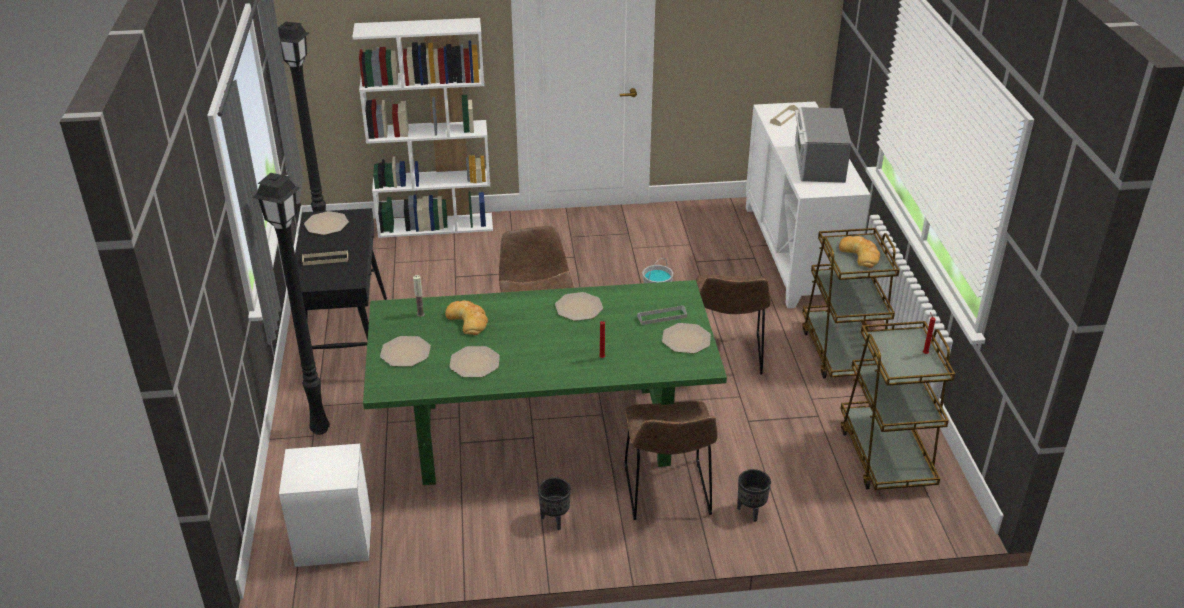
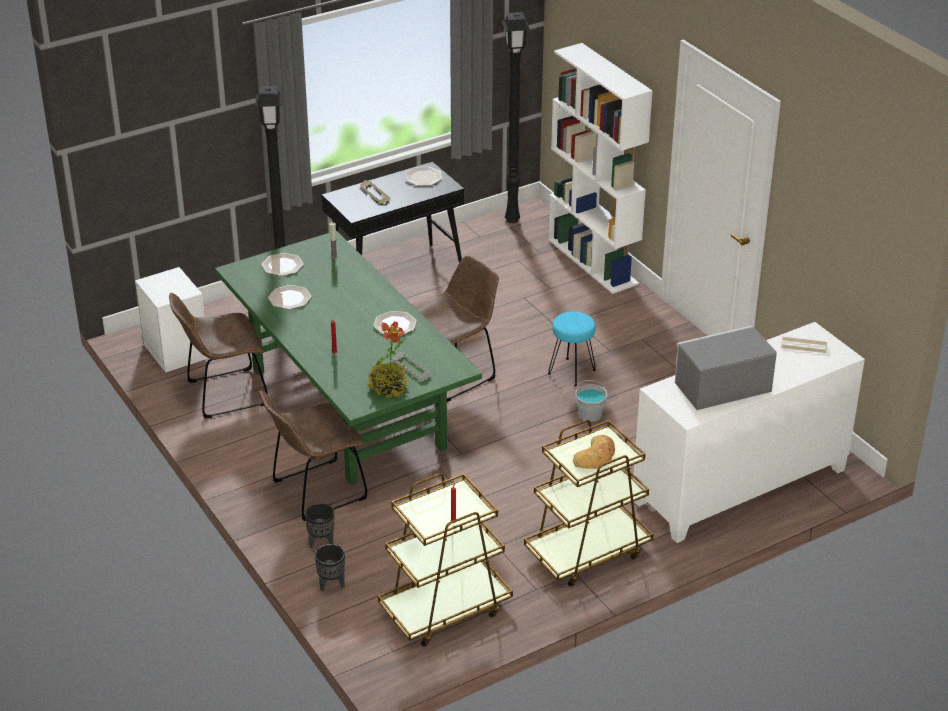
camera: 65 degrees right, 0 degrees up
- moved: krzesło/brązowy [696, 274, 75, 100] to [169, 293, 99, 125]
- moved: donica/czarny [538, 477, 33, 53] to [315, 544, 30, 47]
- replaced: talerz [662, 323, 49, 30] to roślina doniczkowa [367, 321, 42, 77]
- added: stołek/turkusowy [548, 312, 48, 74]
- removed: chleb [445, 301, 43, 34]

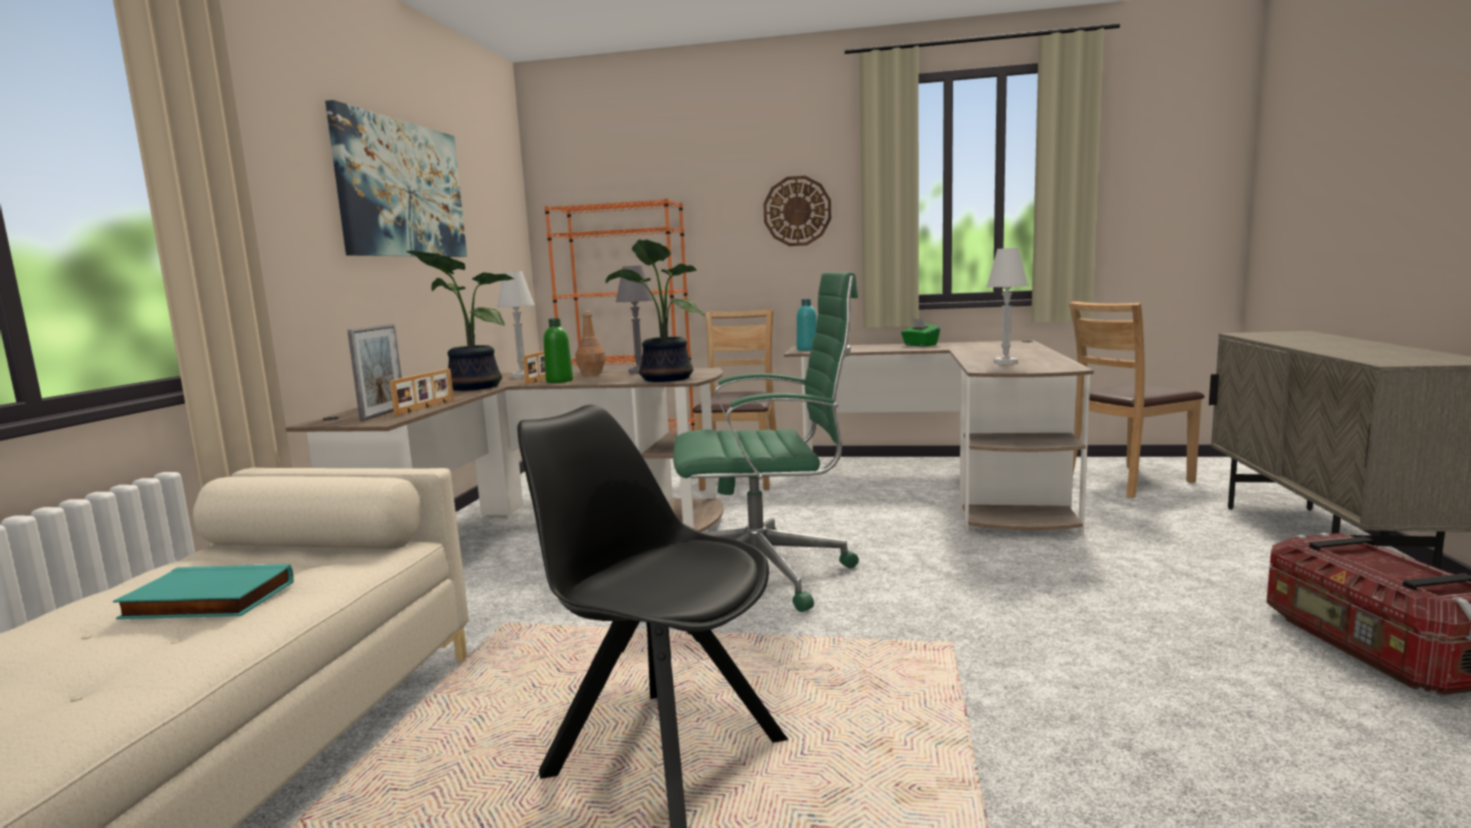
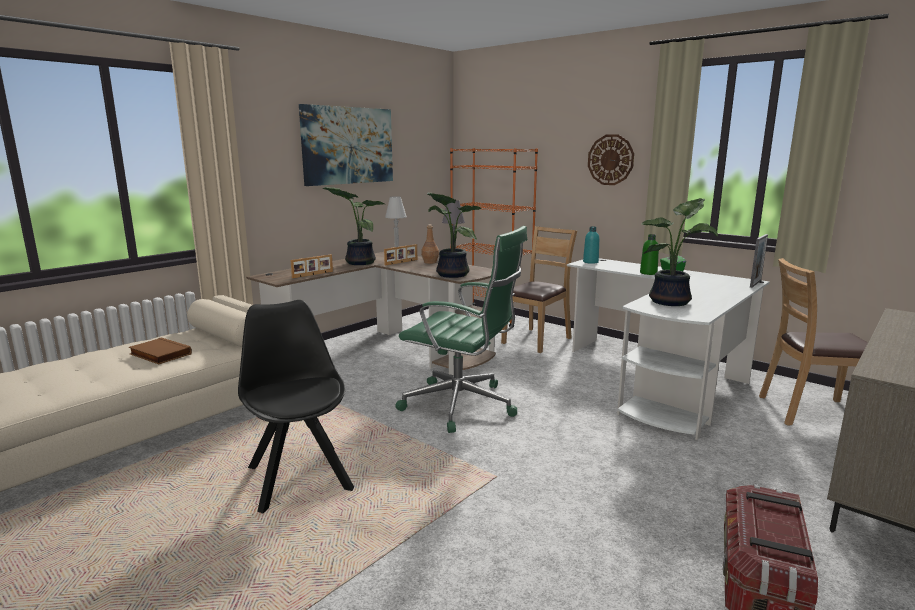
camera: 30 degrees right, 5 degrees up
- recoloured: książka/turkusowy [113, 564, 181, 55] to książka/brązowy [129, 338, 63, 26]
- recoloured: biurko/brązowy [784, 340, 310, 194] to biurko/biały [567, 258, 202, 182]
- moved: butelka/zielony [544, 318, 29, 65] to [640, 234, 19, 41]
- replaced: lampa stołowa/biały [986, 248, 43, 117] to roślina doniczkowa [641, 198, 77, 108]
- moved: ramka na zdjęcie [347, 324, 55, 97] to [750, 234, 18, 54]

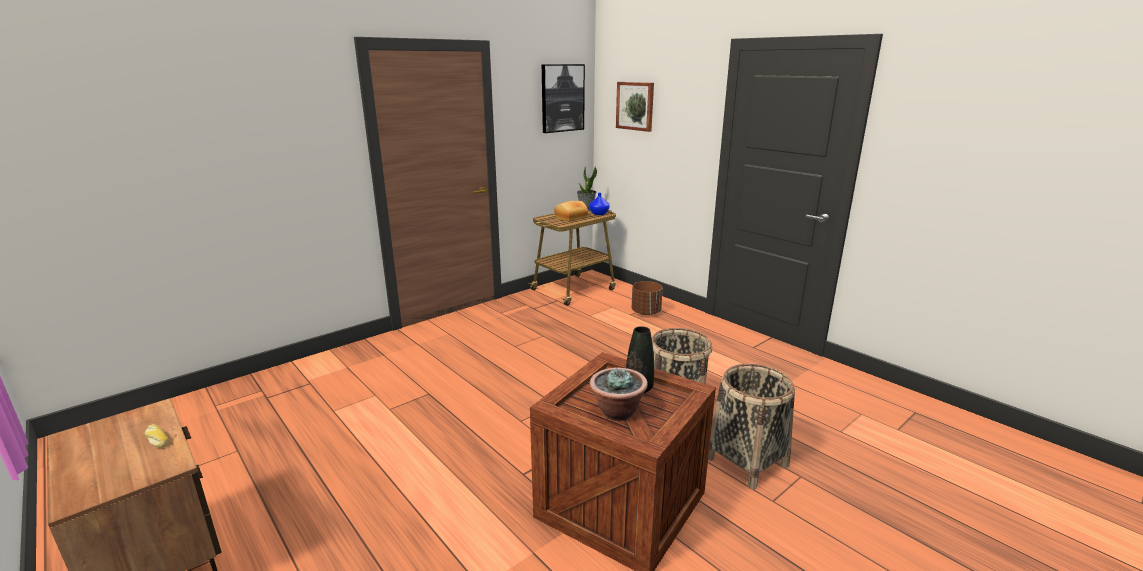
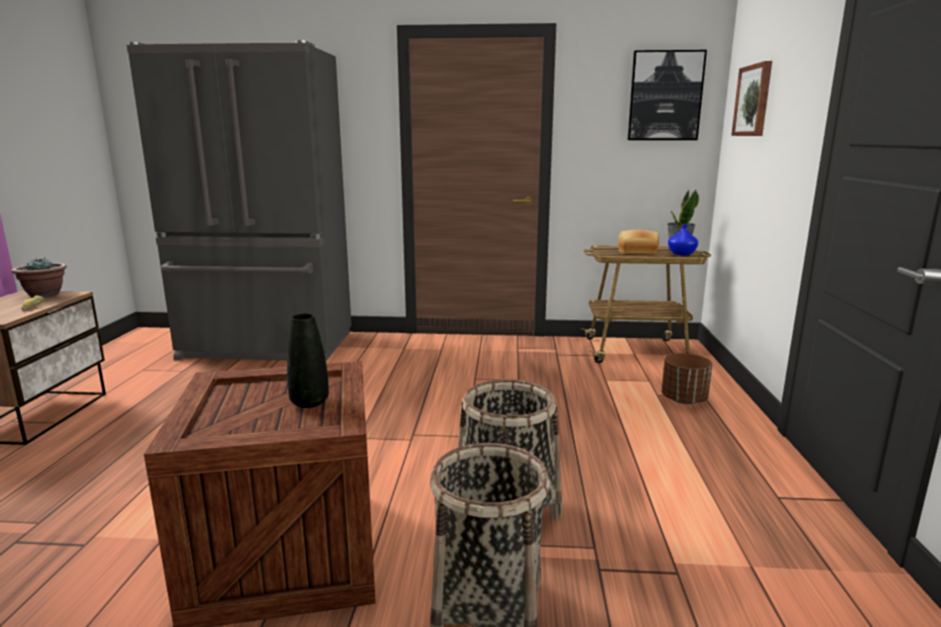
camera: 45 degrees right, 5 degrees down
- moved: roślina doniczkowa [590, 368, 58, 53] to [11, 258, 56, 39]
- added: lodówka/szary [127, 40, 225, 321]

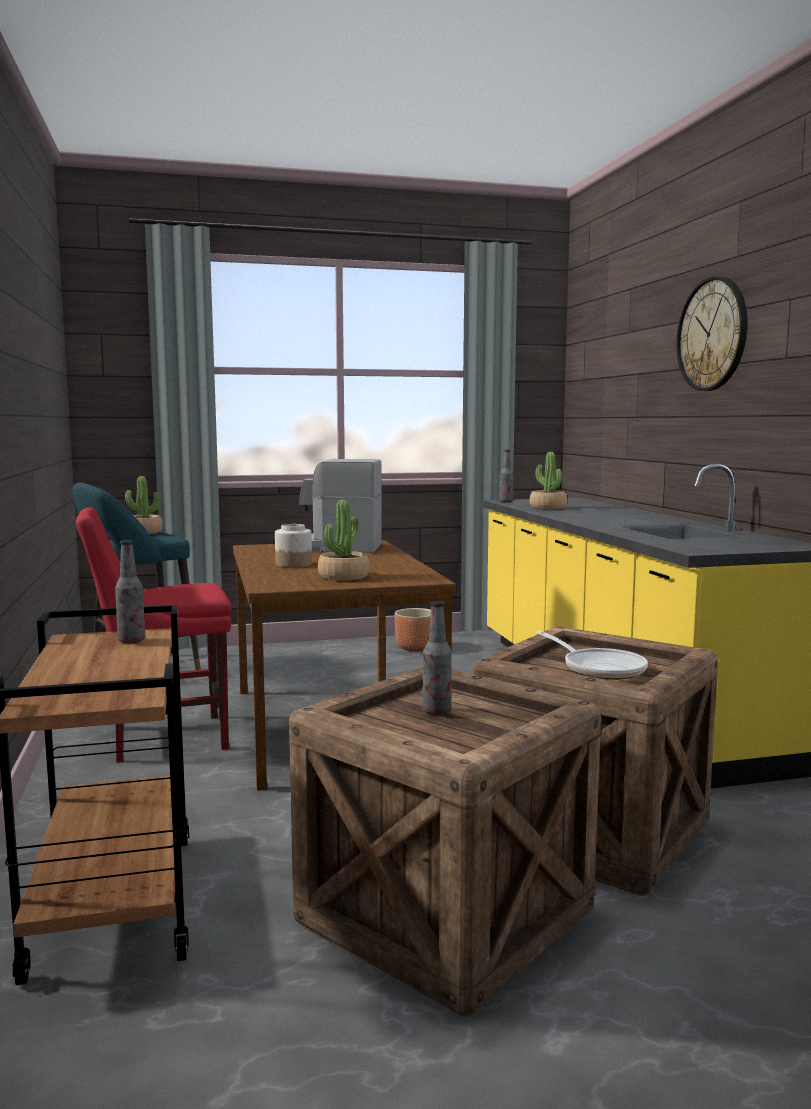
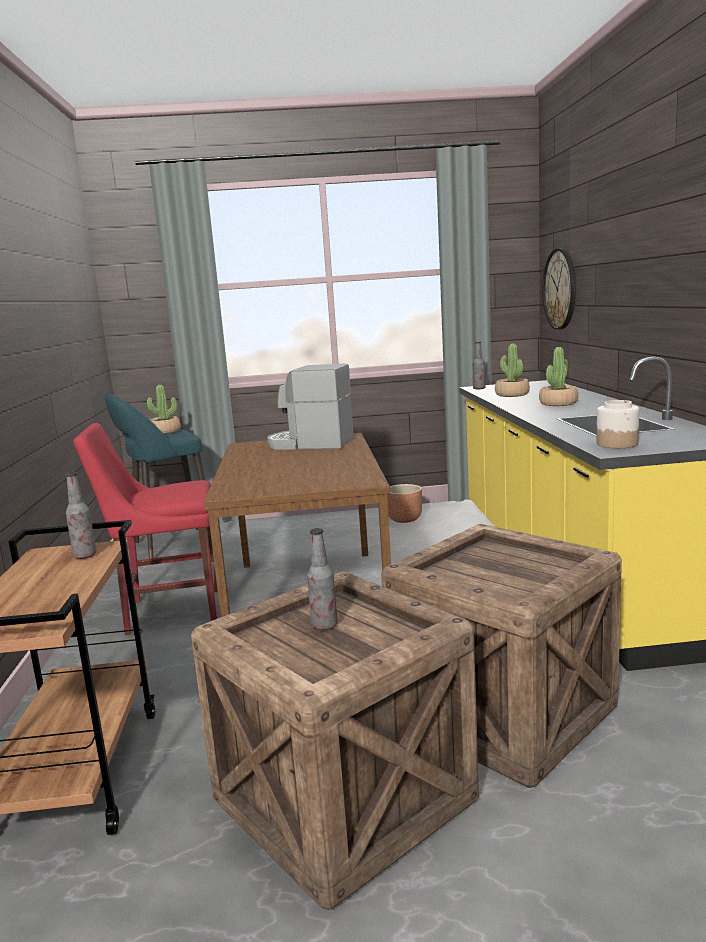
camera: 10 degrees right, 5 degrees up
- moved: roślina doniczkowa [318, 500, 52, 81] to [539, 347, 39, 59]
- moved: zegar ścienny [676, 276, 72, 115] to [542, 248, 34, 82]
- moved: słoik [275, 524, 37, 44] to [597, 400, 42, 48]
- removed: patelnia [536, 631, 112, 49]

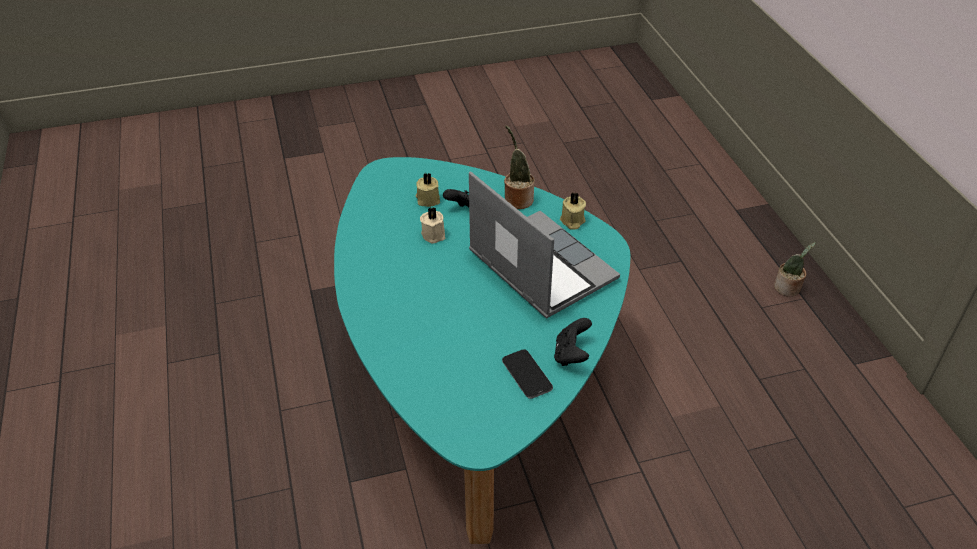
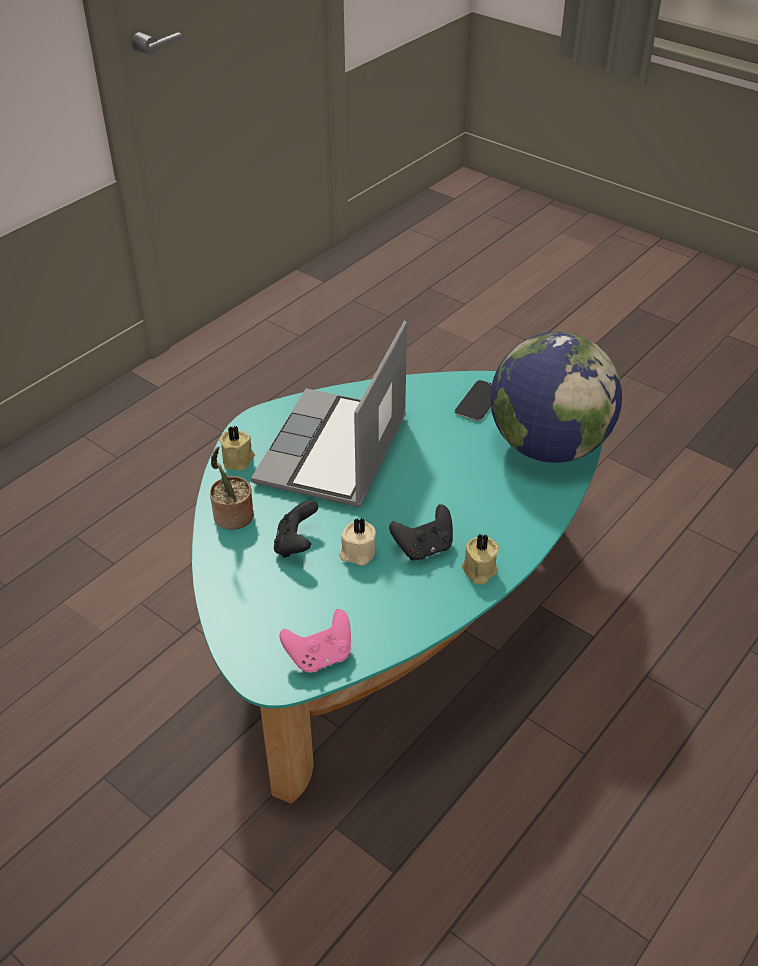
camera: 125 degrees left, 0 degrees up
- added: pad do gier/różowy [279, 609, 72, 63]
- moved: pad do gier/czarny [554, 318, 38, 48] to [389, 504, 64, 56]
- moved: świeca/beżowy [415, 173, 25, 34] to [462, 533, 37, 52]
- added: globus [490, 332, 132, 131]
- removed: roślina doniczkowa [774, 242, 42, 55]

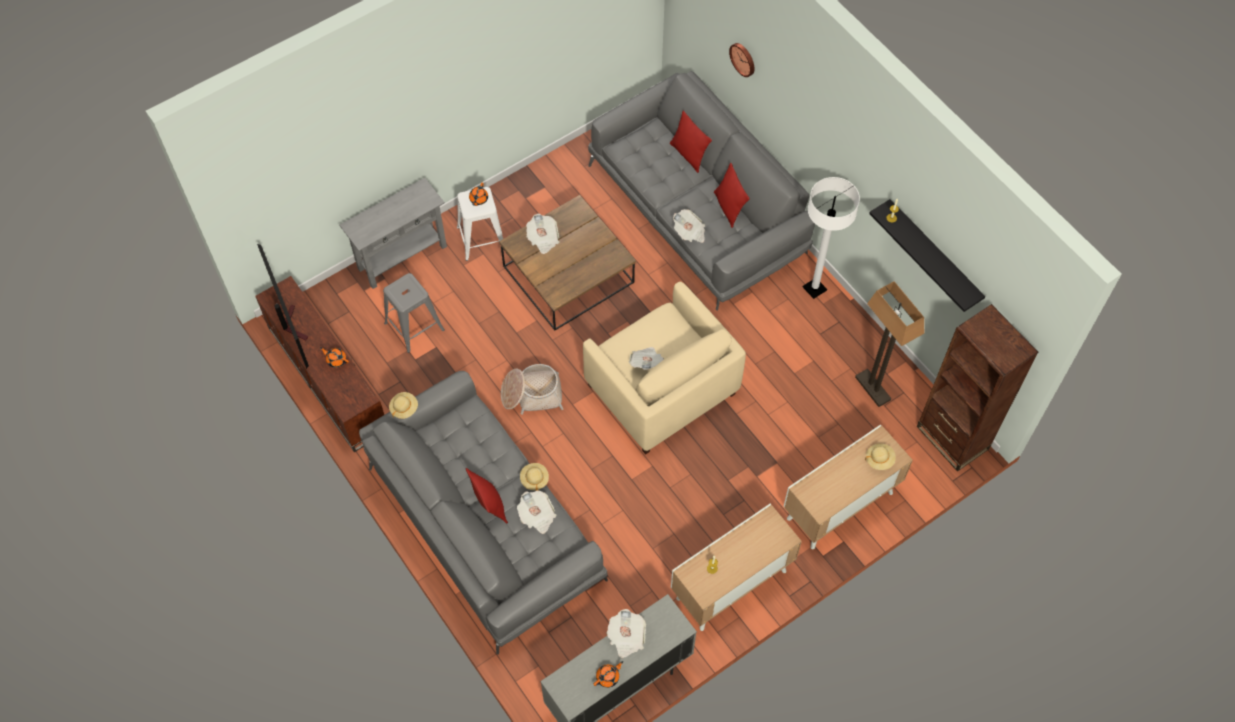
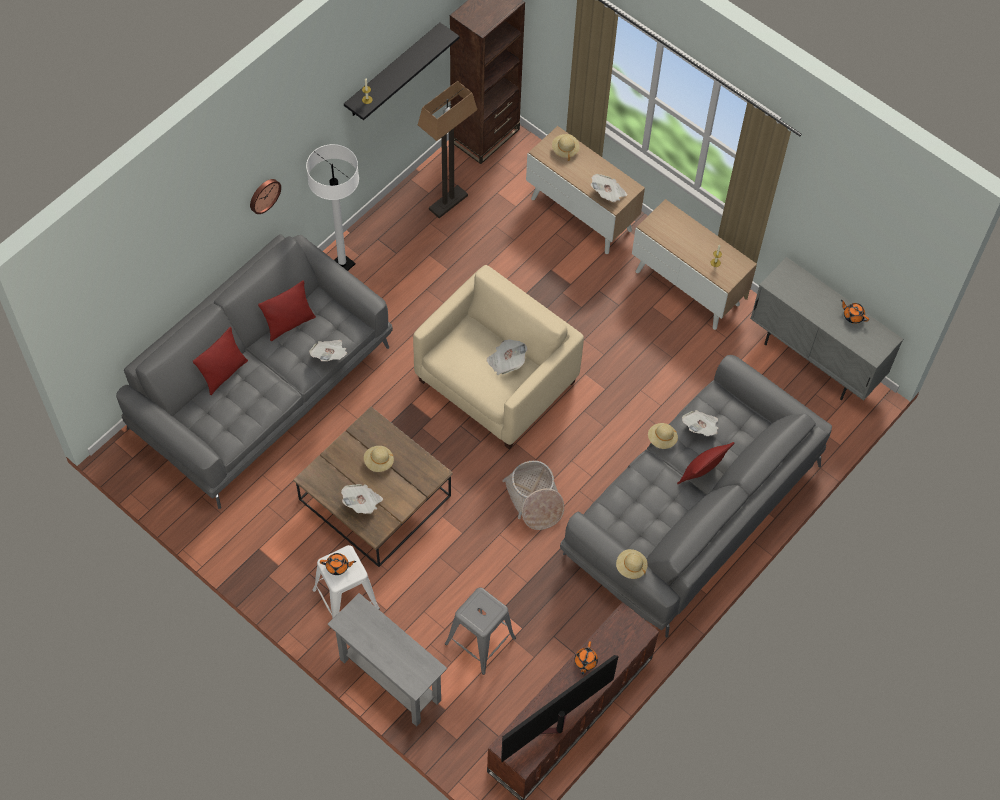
camera: 105 degrees left, 0 degrees up
- moved: zegar ścienny [729, 43, 25, 34] to [250, 179, 31, 35]
- added: kapelusz/beżowy [364, 446, 30, 26]
- moved: gazeta [607, 609, 39, 49] to [590, 174, 37, 28]

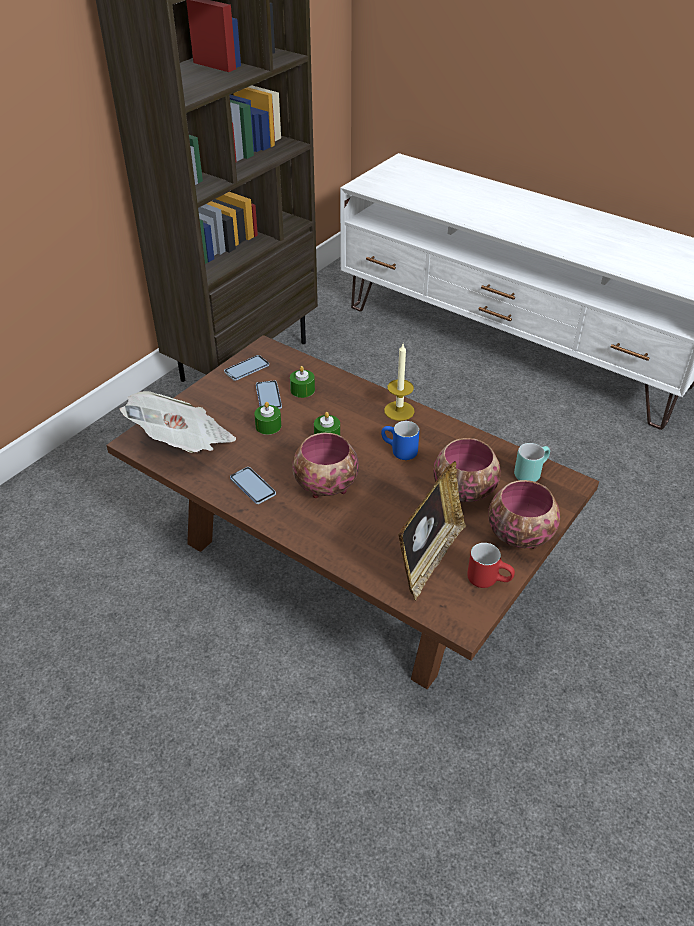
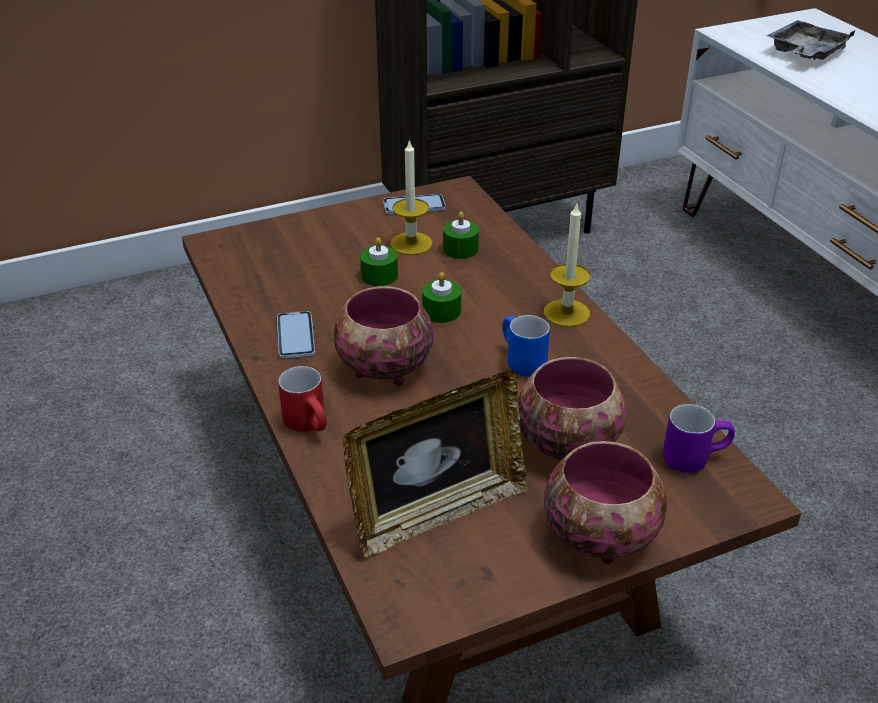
camera: 30 degrees right, 5 degrees down
- moved: kubek/czerwony [467, 543, 48, 45] to [278, 366, 49, 66]
- replaced: telefon [256, 381, 26, 28] to świeca [390, 139, 43, 116]
- recoloured: kubek/turkusowy [514, 443, 36, 39] to kubek/fioletowy [663, 404, 72, 69]
- added: taca/szary [767, 20, 89, 40]
- removed: gazeta [120, 391, 116, 62]

